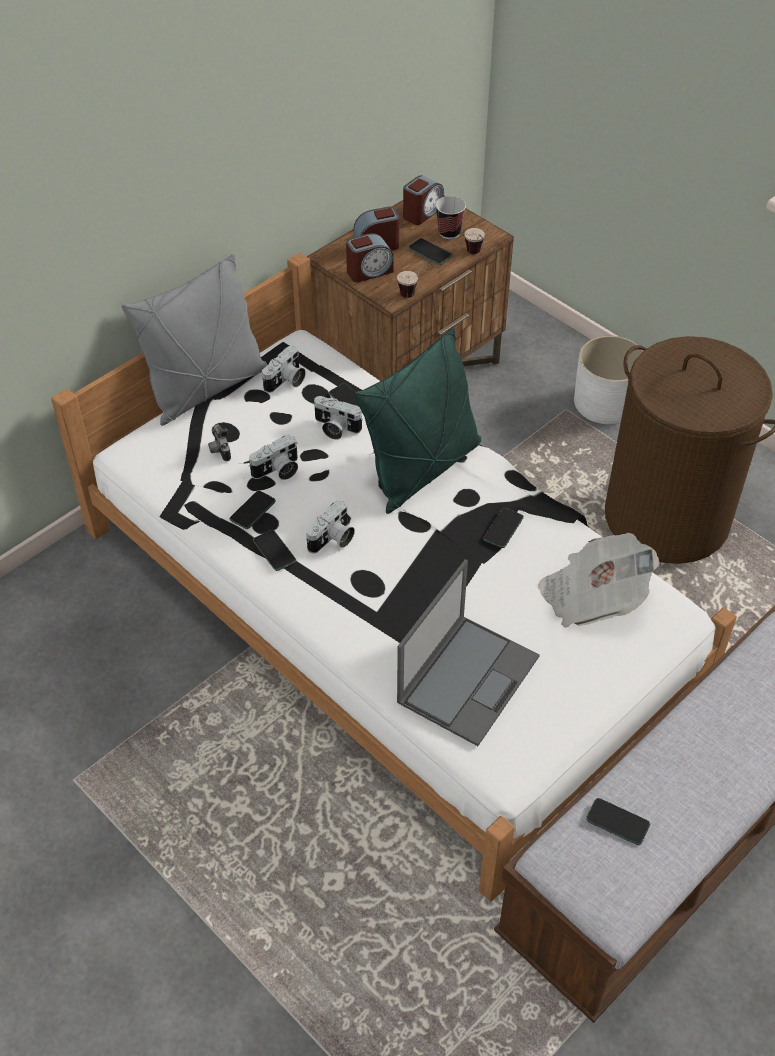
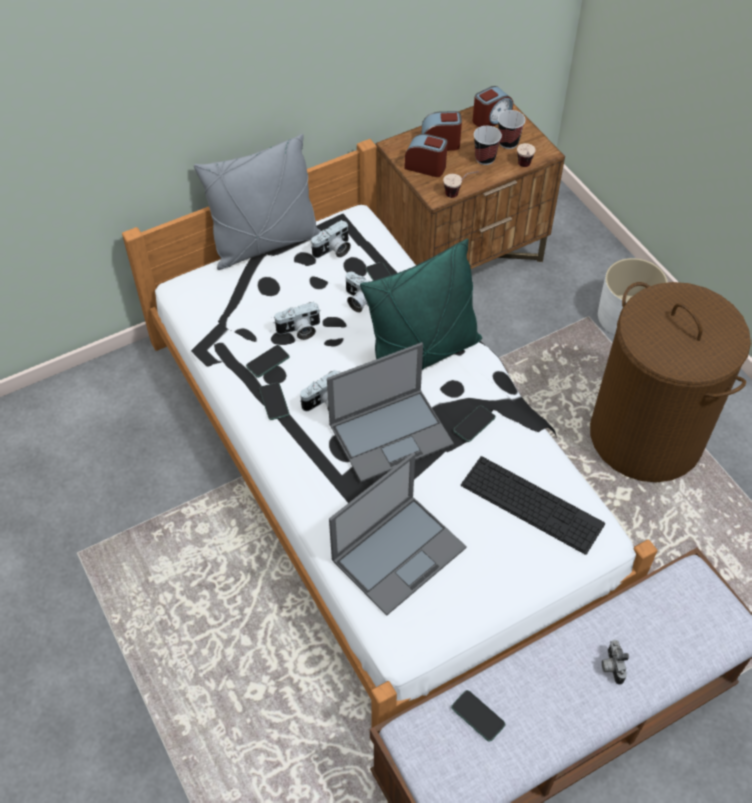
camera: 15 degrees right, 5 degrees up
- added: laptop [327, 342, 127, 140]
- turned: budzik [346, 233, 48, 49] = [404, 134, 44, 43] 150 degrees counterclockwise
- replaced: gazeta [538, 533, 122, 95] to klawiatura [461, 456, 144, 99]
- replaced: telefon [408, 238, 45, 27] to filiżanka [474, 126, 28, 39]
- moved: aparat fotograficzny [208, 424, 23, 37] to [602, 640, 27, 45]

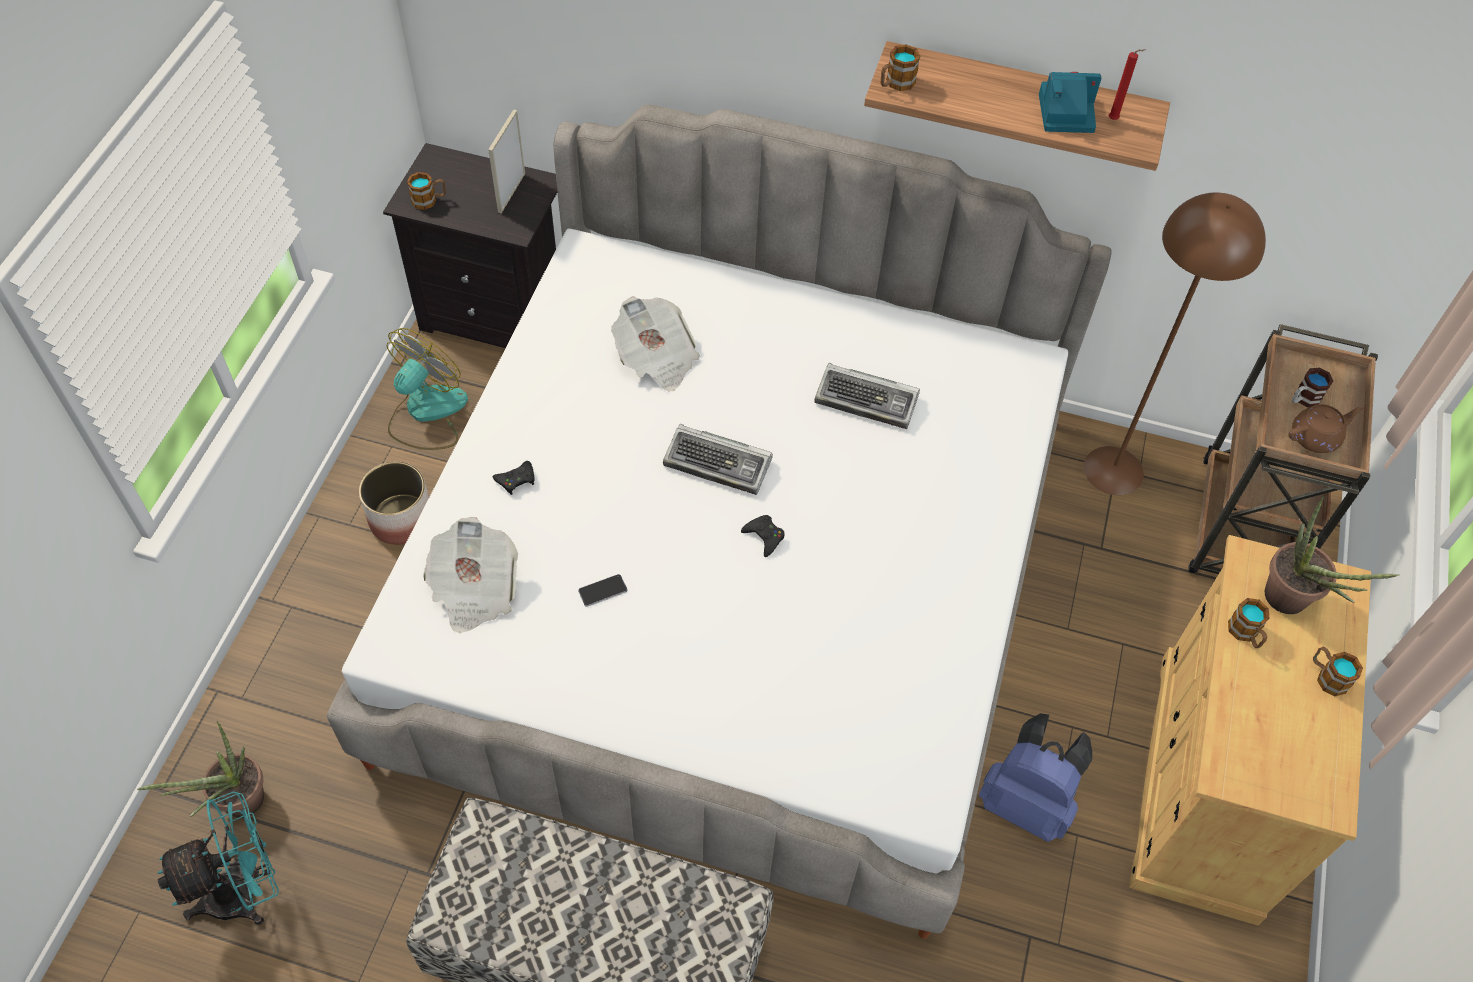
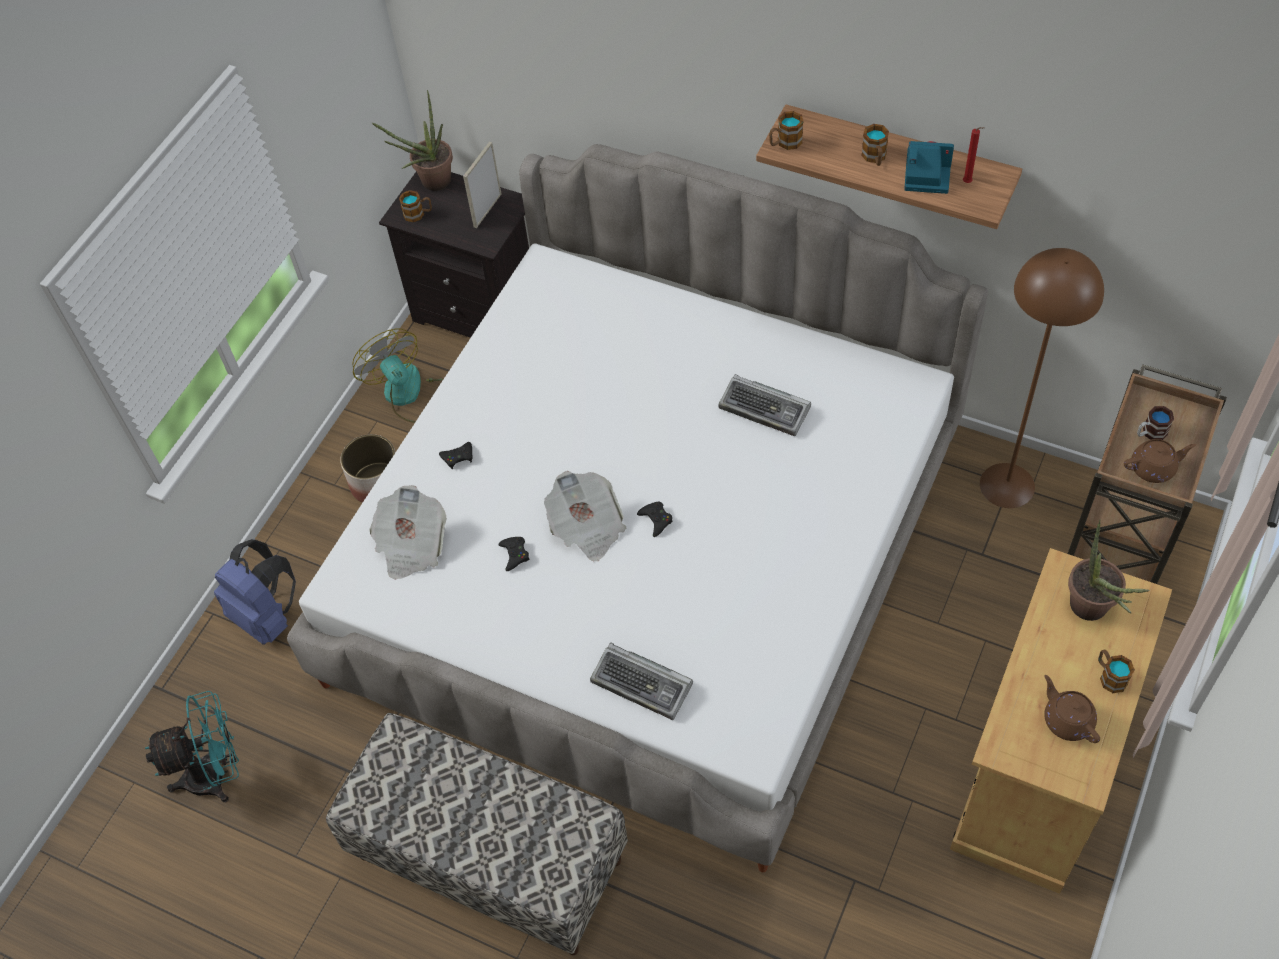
camera: 15 degrees right, 0 degrees up
- moved: plecak/niebieski [979, 713, 113, 129] to [214, 539, 82, 106]
- turned: wentylator [386, 328, 82, 122] = [352, 329, 91, 94] 75 degrees counterclockwise
- moved: roślina doniczkowa [137, 721, 127, 96] to [372, 90, 81, 101]
- replaced: telefon [578, 574, 49, 33] to pad do gier/czarny [498, 537, 32, 34]
- moved: gazeta [611, 296, 89, 95] to [544, 471, 82, 90]
- moved: klawiatura [663, 424, 110, 71] to [590, 643, 103, 77]
- moved: kubek [1228, 598, 42, 50] to [861, 124, 28, 42]
- added: imbryk/brązowy [1044, 675, 56, 68]

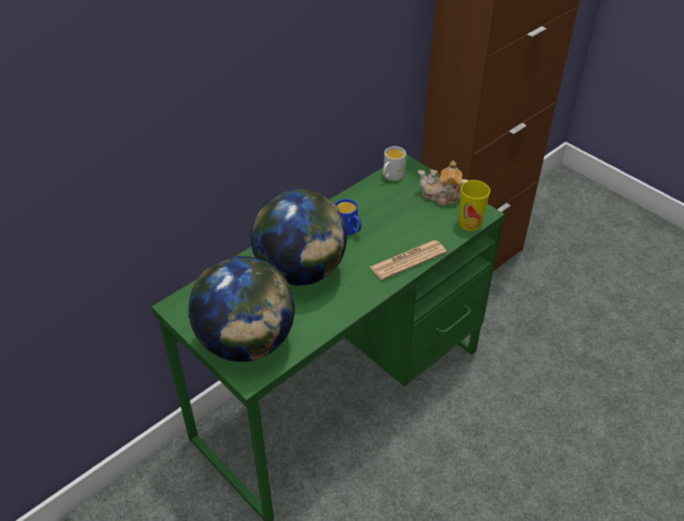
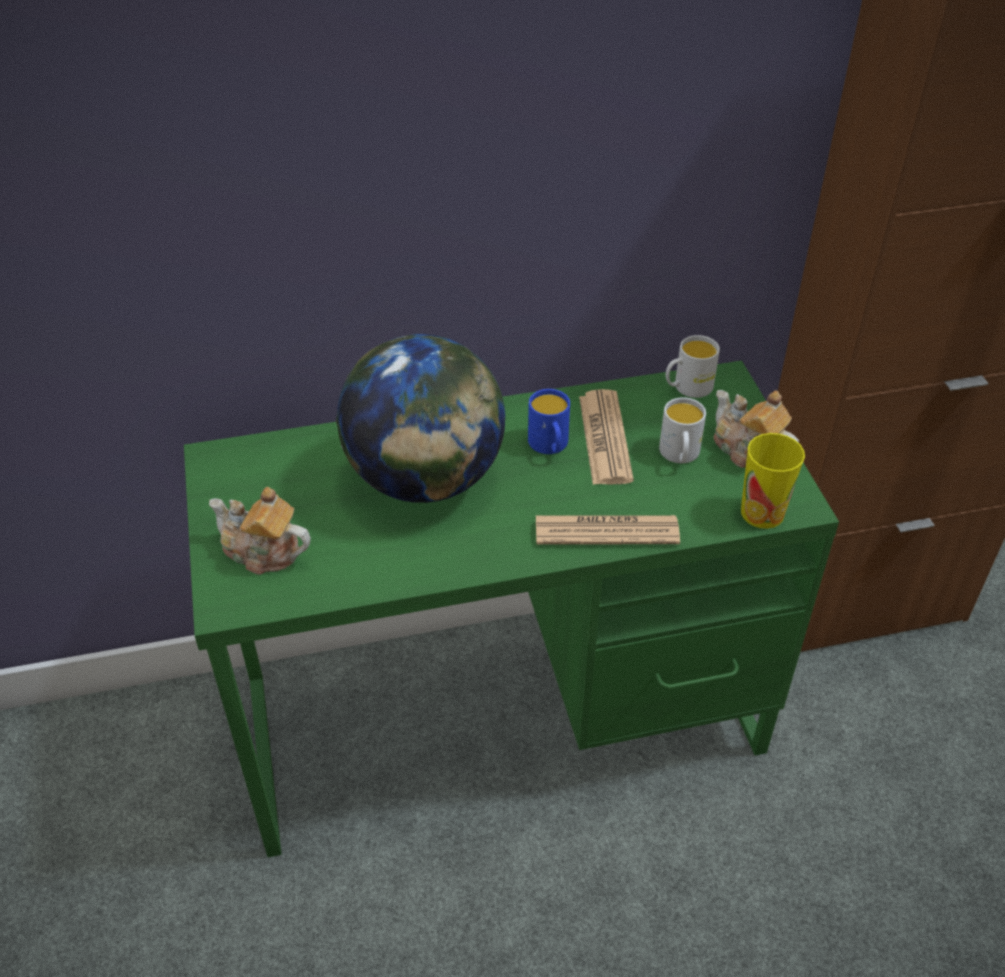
camera: 30 degrees right, 0 degrees up
- replaced: globus [188, 256, 107, 106] to imbryk [209, 487, 102, 88]
- added: gazeta [579, 389, 55, 96]
- added: kubek/biały [659, 397, 47, 66]

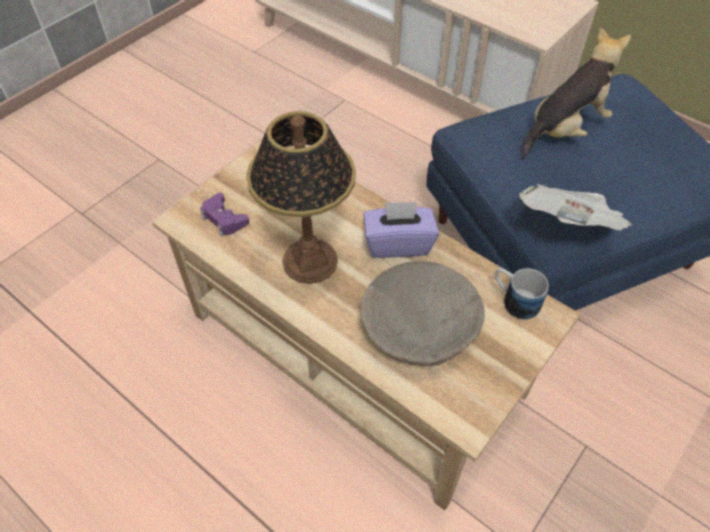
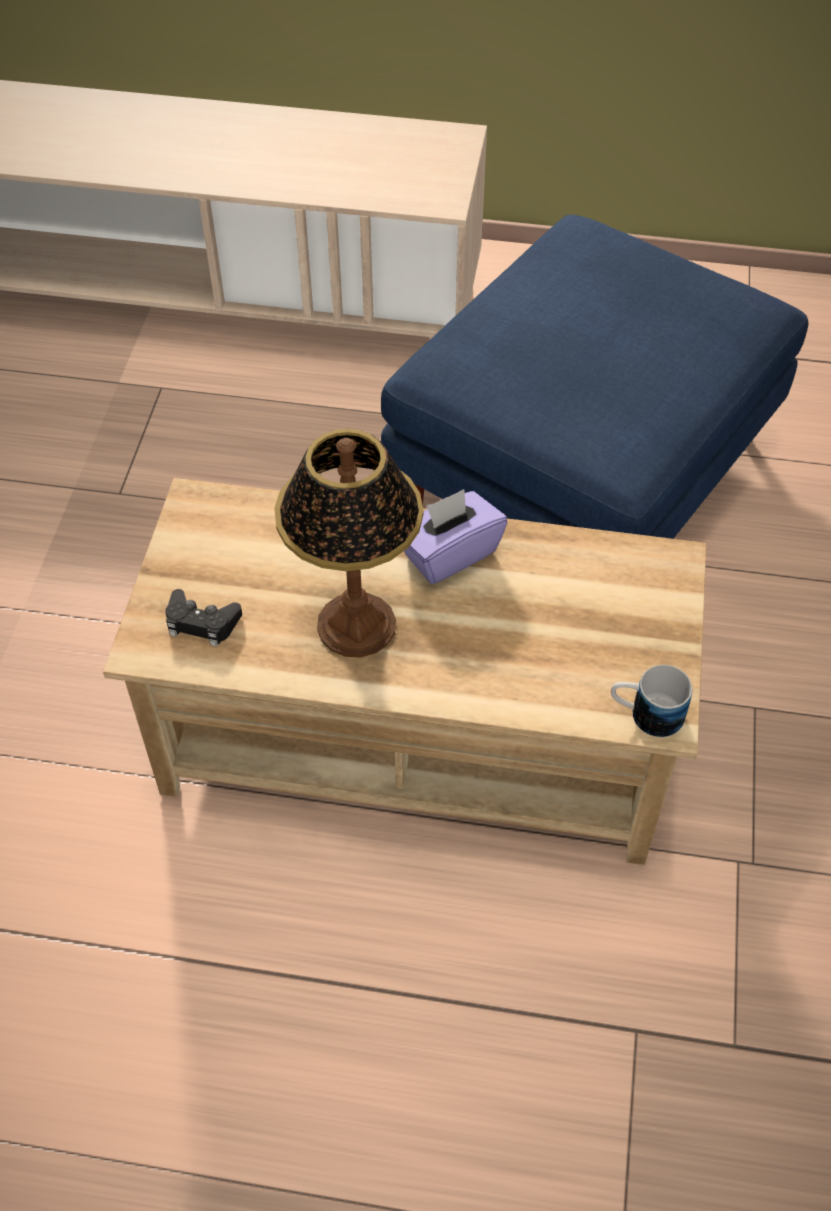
camera: 30 degrees left, 0 degrees up
- recoloured: pad do gier/fioletowy [200, 193, 49, 43] to pad do gier/czarny [165, 589, 77, 58]
- moved: kubek [495, 268, 54, 52] to [611, 665, 81, 72]
- removed: miska/beżowy [361, 261, 124, 105]
- removed: gazeta [519, 184, 113, 46]
- removed: pluszak [520, 27, 111, 132]

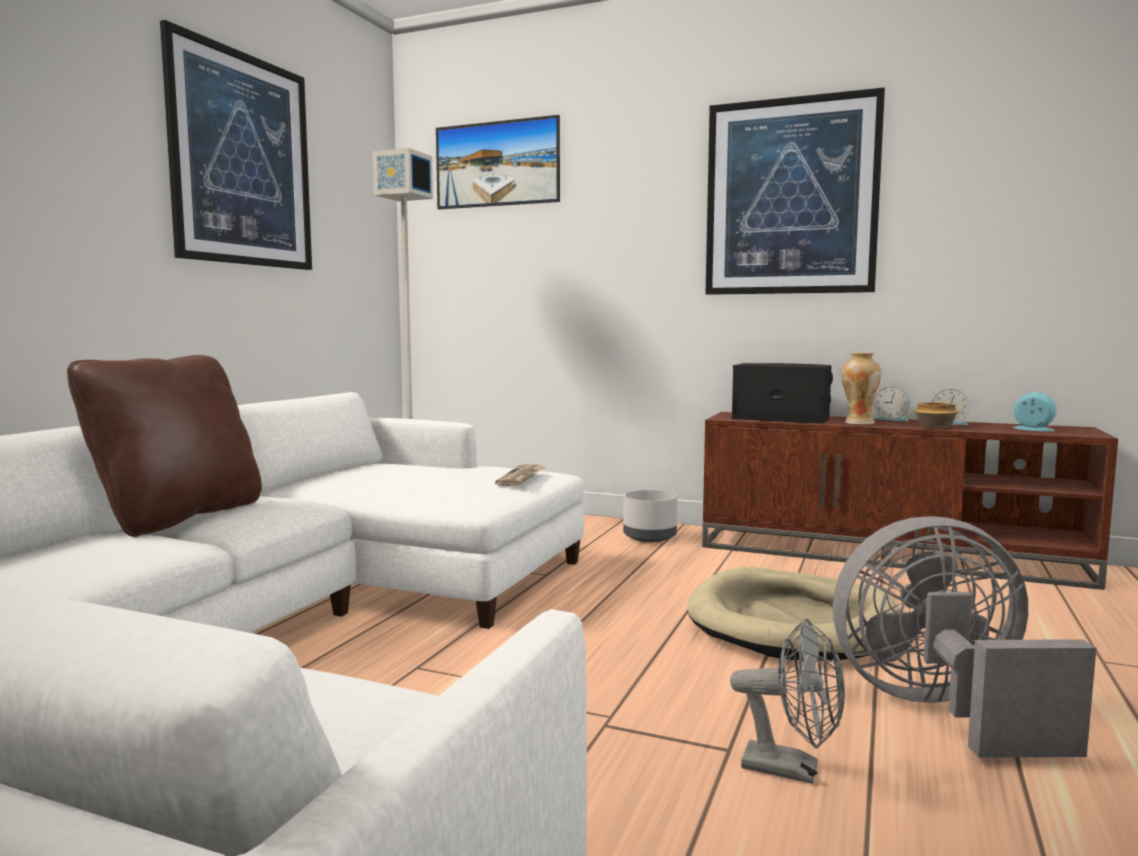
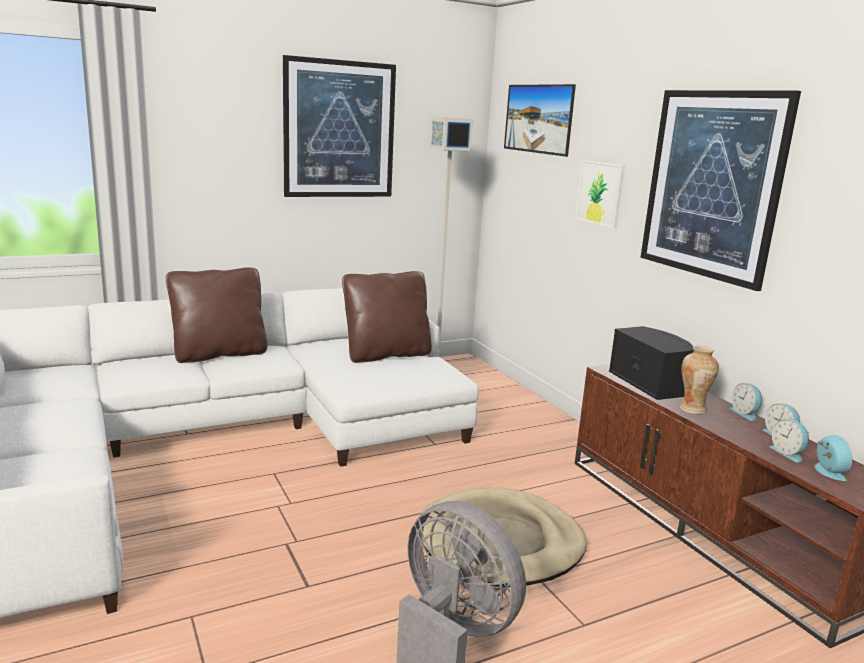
camera: 40 degrees right, 10 degrees up
- added: poduszka/brązowy [342, 271, 90, 92]
- added: obraz [575, 160, 50, 68]
- added: budzik [769, 419, 40, 44]
- removed: gazeta [495, 464, 50, 22]
- removed: donica/szary [623, 490, 54, 52]
- removed: wentylator/szary [730, 619, 115, 165]
- removed: miska [914, 402, 45, 26]

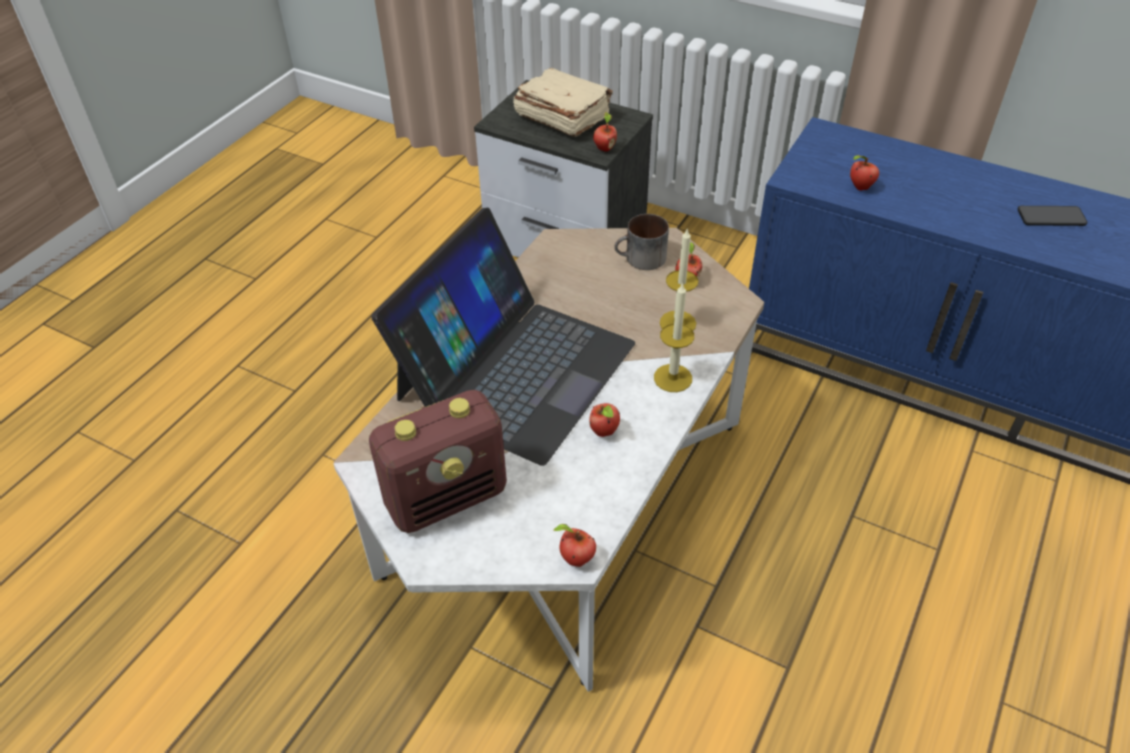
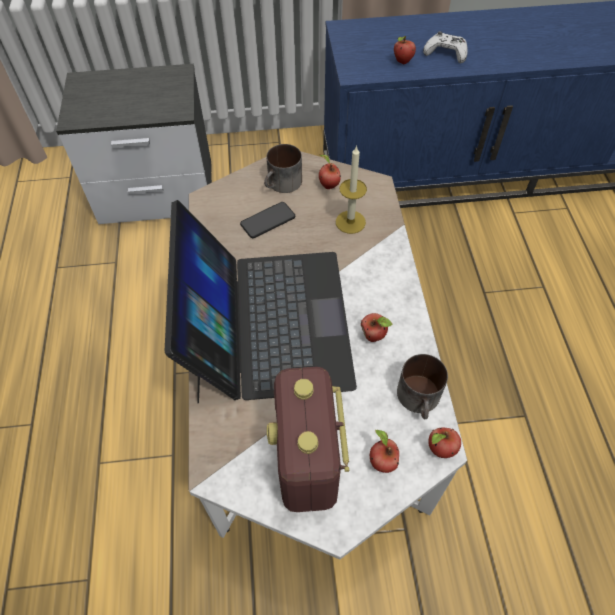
camera: 35 degrees left, 10 degrees up
- moved: telefon [1018, 206, 69, 20] to [240, 202, 55, 36]
- turned: radio [369, 390, 138, 143] = [267, 367, 82, 145] 150 degrees clockwise
- moved: jabłko [593, 112, 24, 40] to [370, 429, 29, 44]
- added: kubek [397, 354, 51, 65]
- added: pad do gier/biały [423, 31, 45, 32]
- removed: książka/beżowy [514, 68, 99, 69]
- removed: świeca [654, 282, 40, 110]

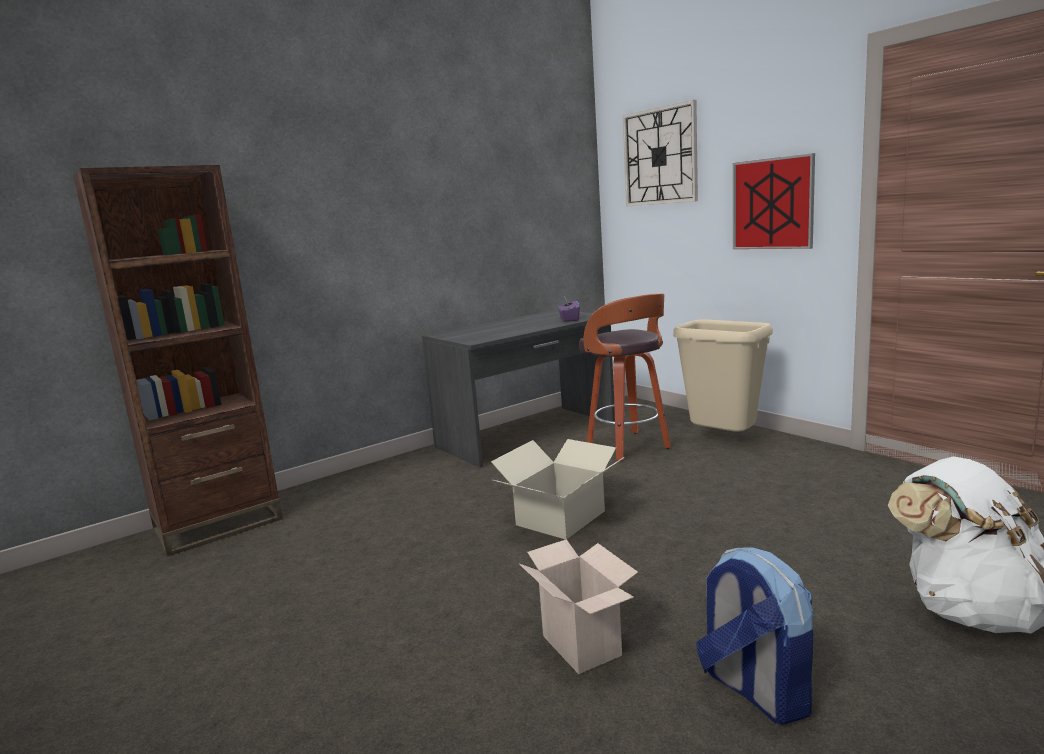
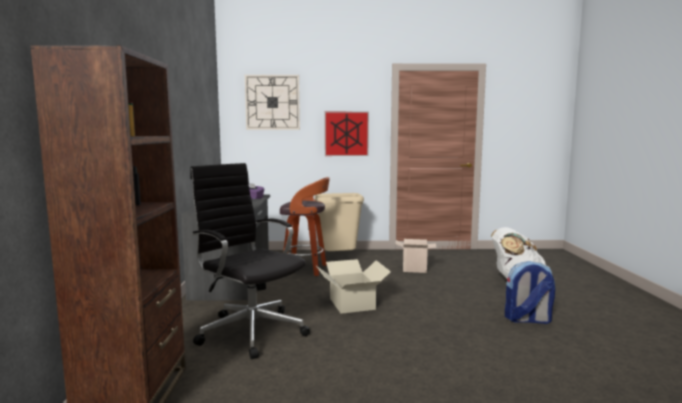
camera: 55 degrees left, 5 degrees down
- added: krzesło biurowe/czarny [190, 163, 120, 196]
- moved: karton [519, 539, 119, 135] to [395, 239, 42, 34]

